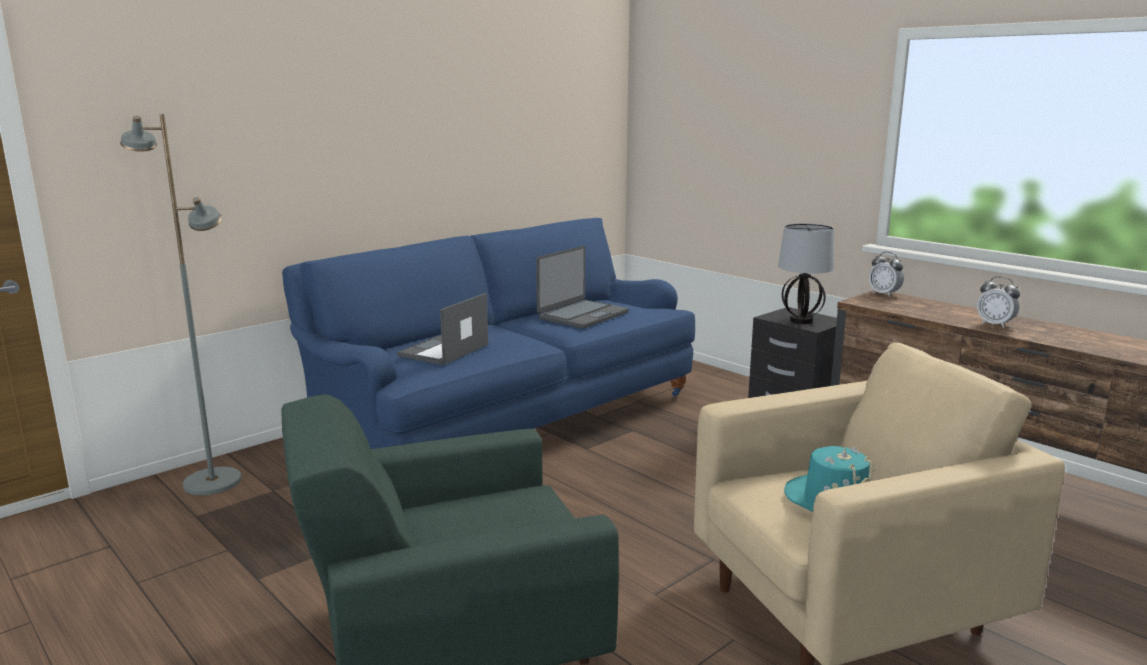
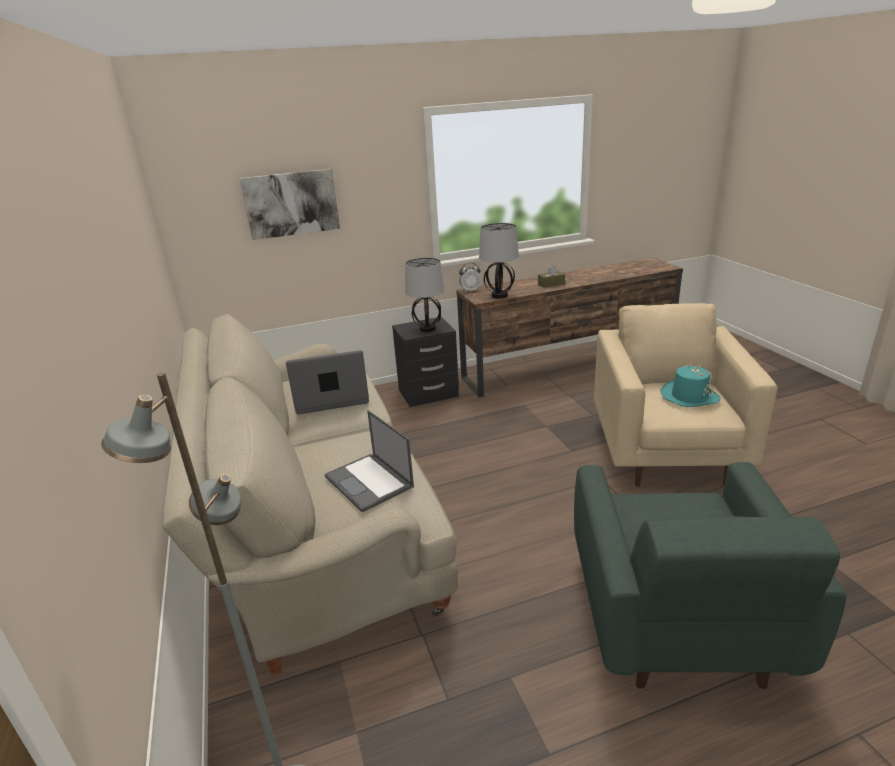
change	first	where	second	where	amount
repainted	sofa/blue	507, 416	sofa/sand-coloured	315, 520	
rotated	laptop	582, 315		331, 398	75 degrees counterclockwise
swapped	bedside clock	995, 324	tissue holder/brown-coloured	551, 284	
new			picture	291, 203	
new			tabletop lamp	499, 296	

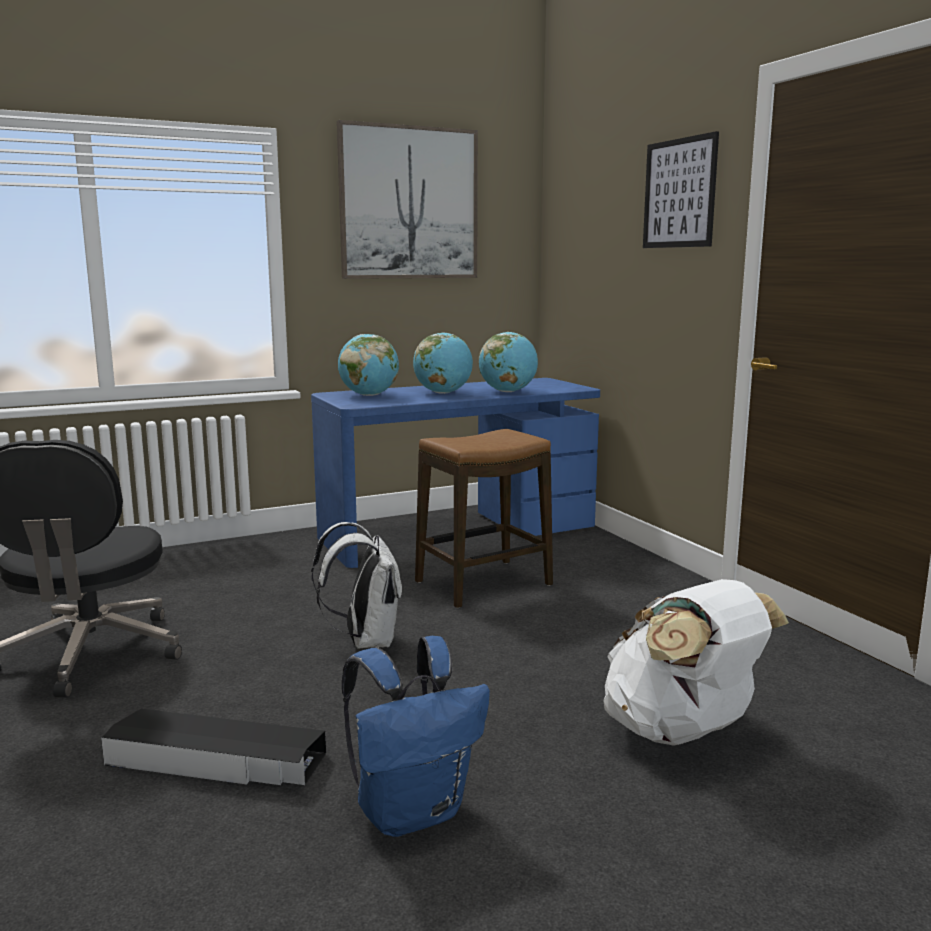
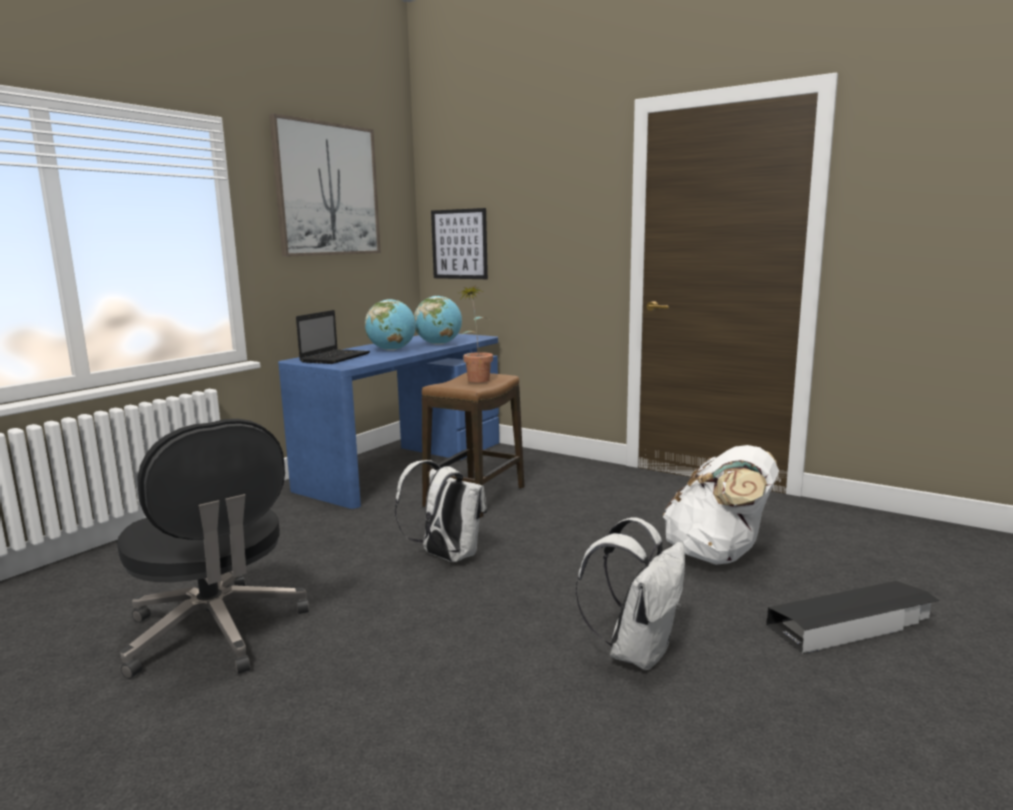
change	first	where	second	where	amount
shifted	storage bin/black-coloured	217, 760		852, 624	
swapped	desk globe	369, 395	laptop	335, 358	
repainted	rucksack/blue	413, 811	rucksack/white-coloured	637, 651	
shifted	picture	679, 193		459, 244	
new			houseplant	477, 378	

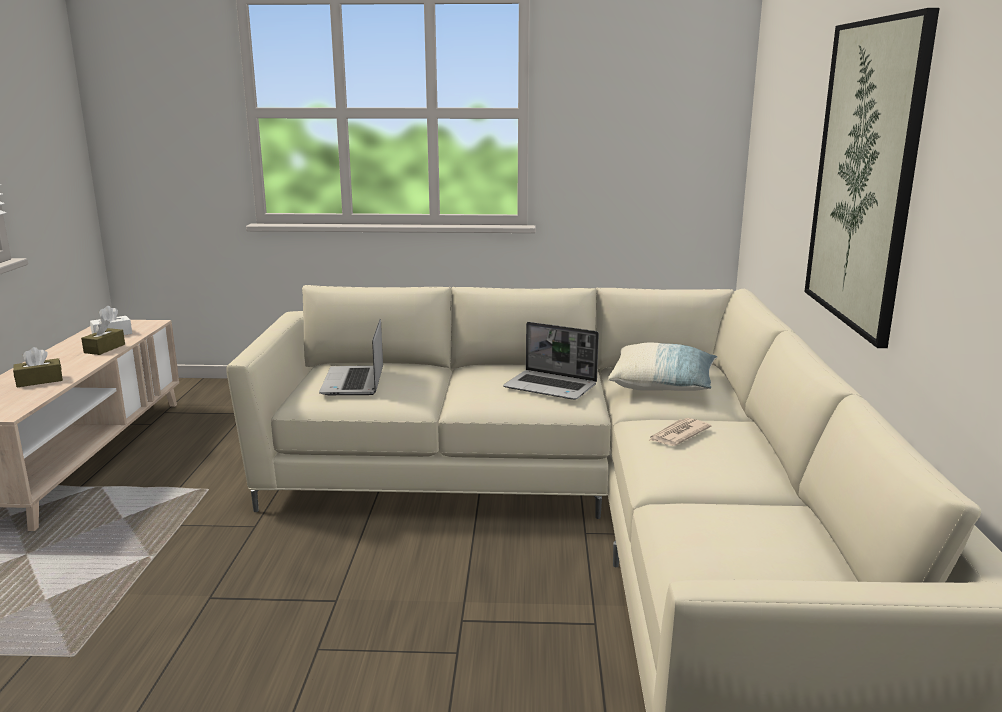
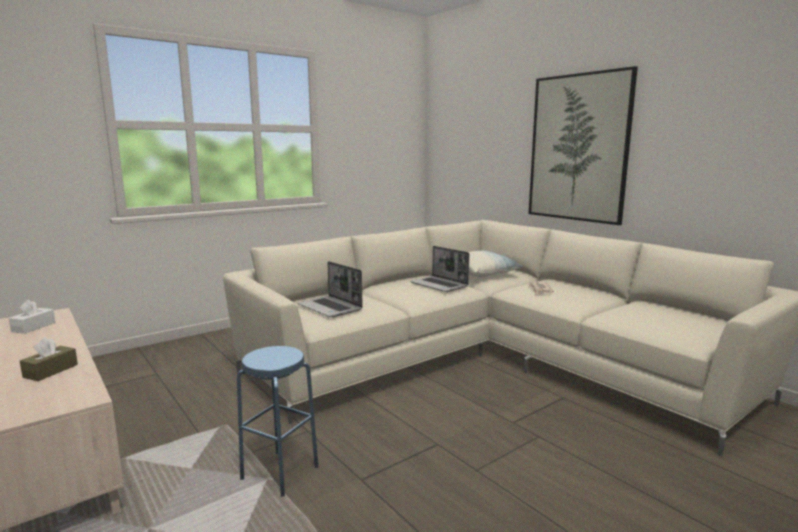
change	first	where	second	where	amount
gone	tissue holder/brown-coloured	104, 348			
rotated	laptop	551, 387		439, 285	60 degrees clockwise
new			stool seat/blue	280, 473	

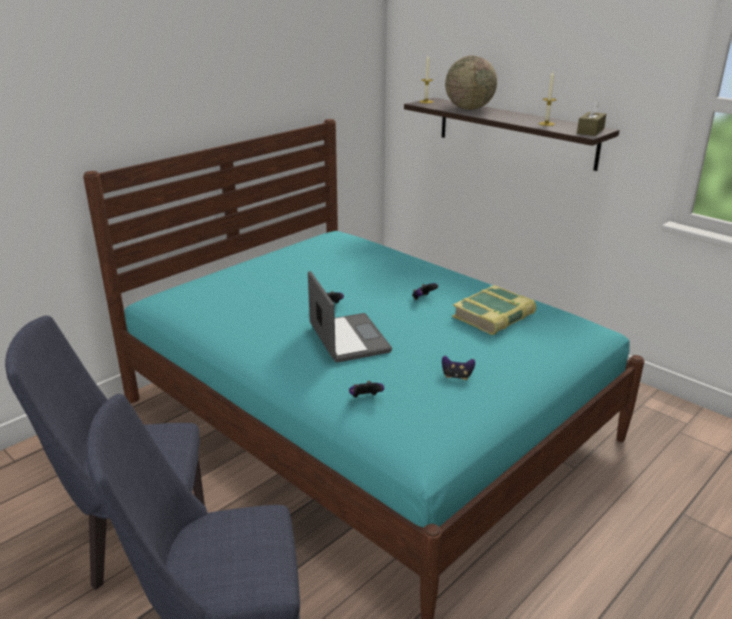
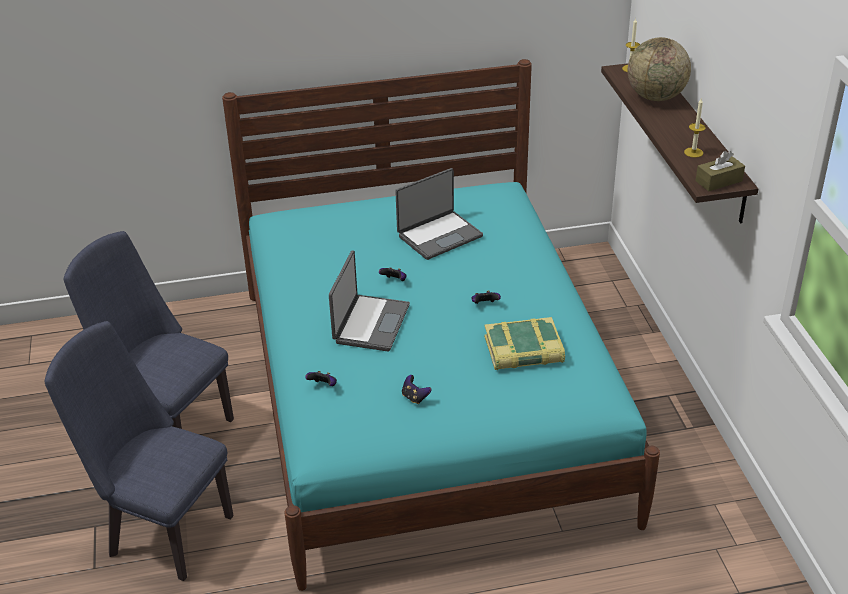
change	first	where	second	where	amount
new			laptop	439, 235	

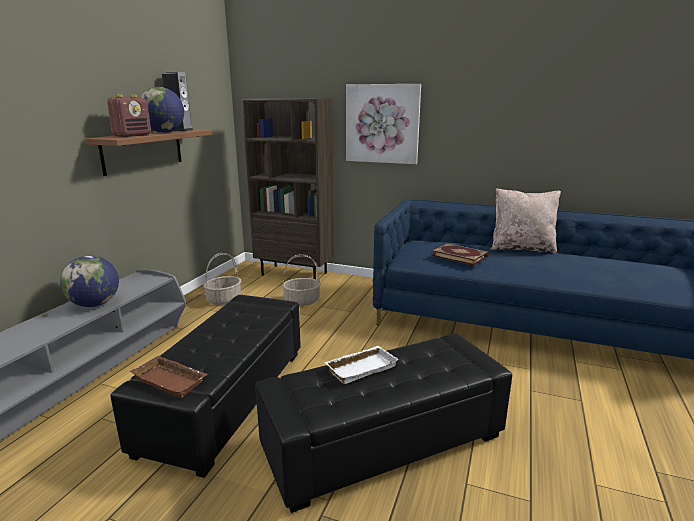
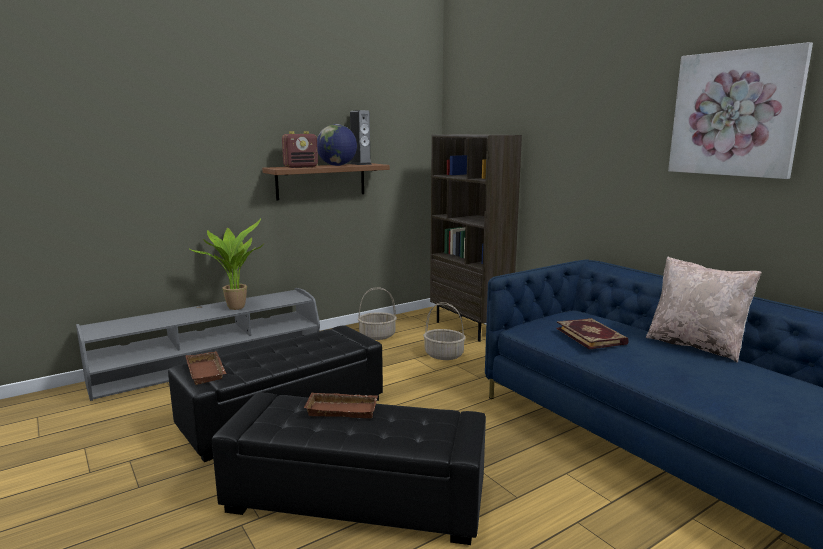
change	first	where	second	where	amount
swapped	desk globe	95, 304	houseplant	236, 307	
repainted	tray/white-coloured	361, 367	tray/brown-coloured	343, 409	
shifted	picture	382, 124		735, 114	

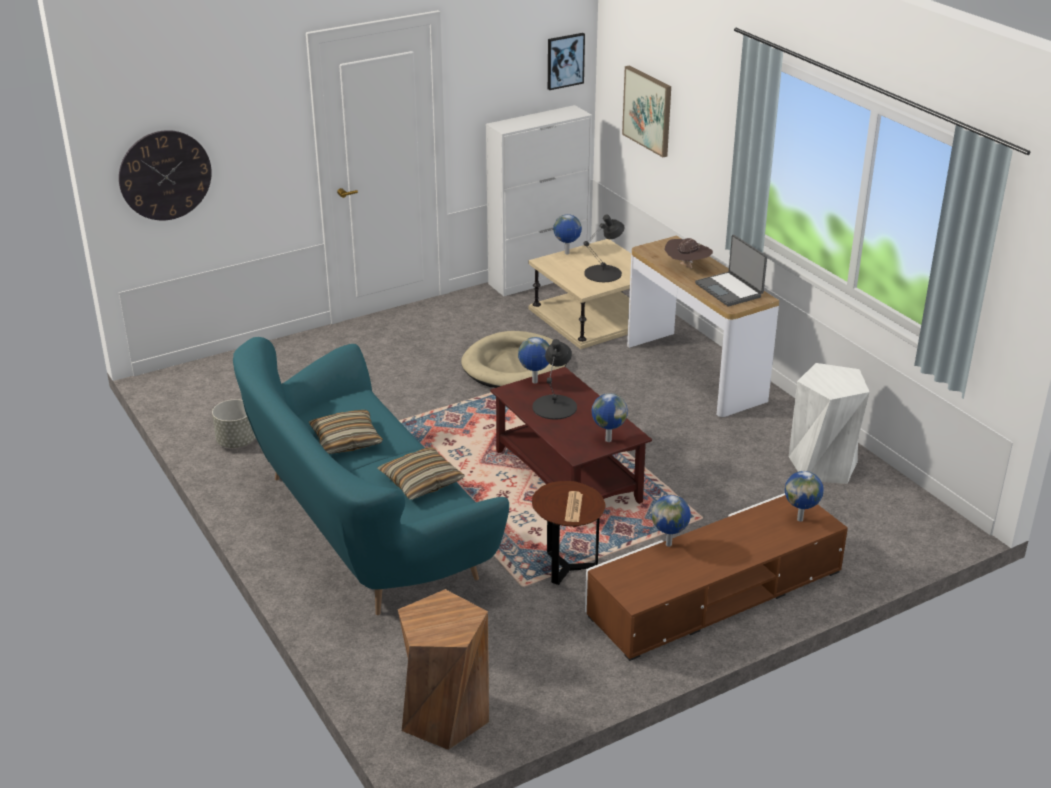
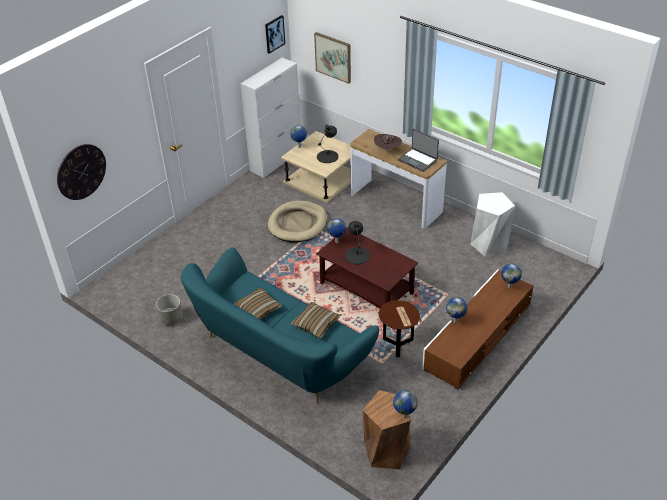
change	first	where	second	where	amount
shifted	desk globe	607, 440		404, 416	

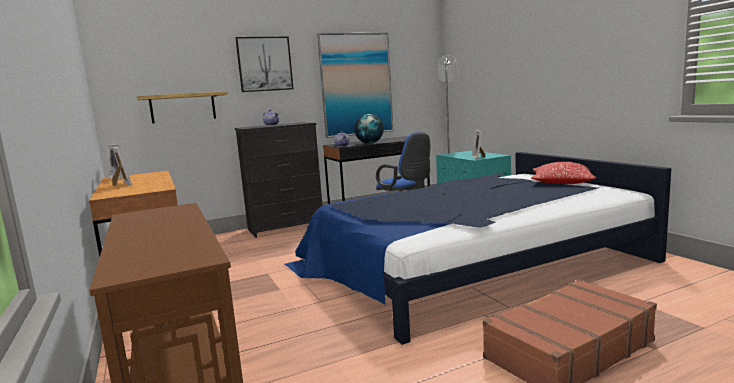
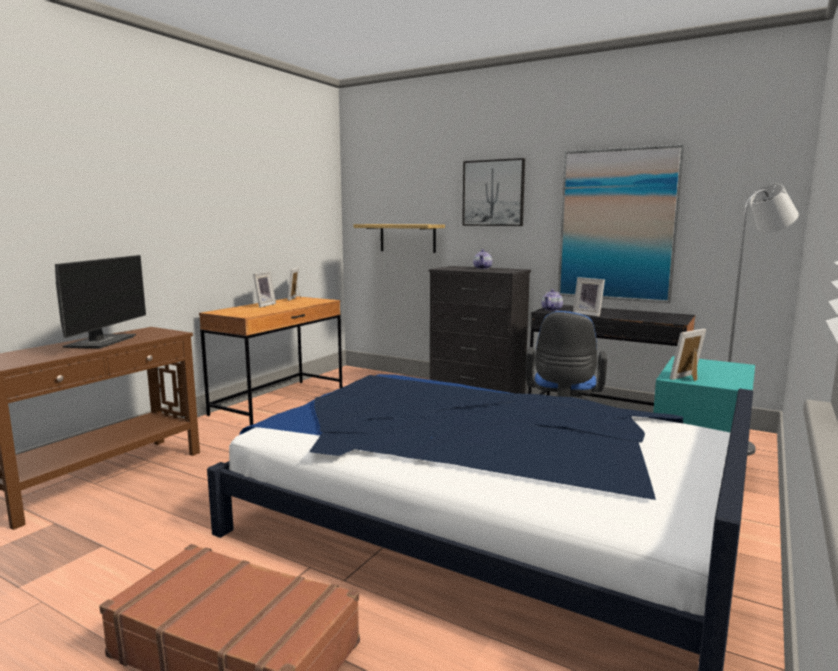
change	first	where	second	where	amount
swapped	desk globe	370, 143	photo frame	588, 314	
gone	pillow	562, 183			
new			computer display	101, 342	

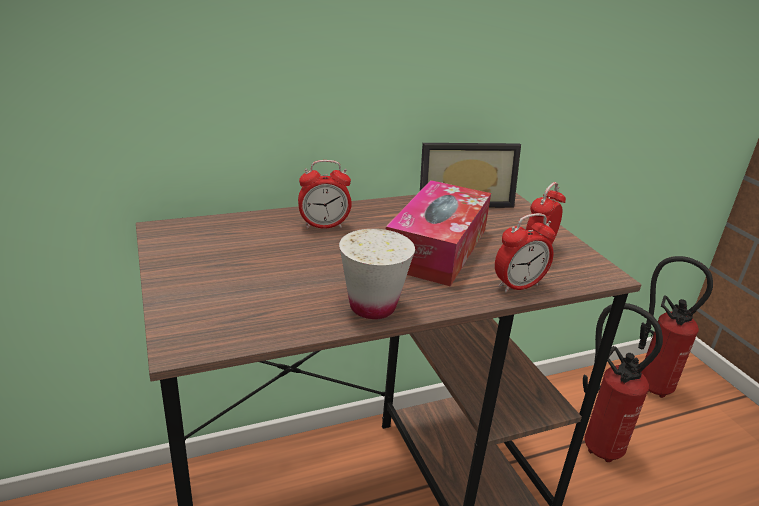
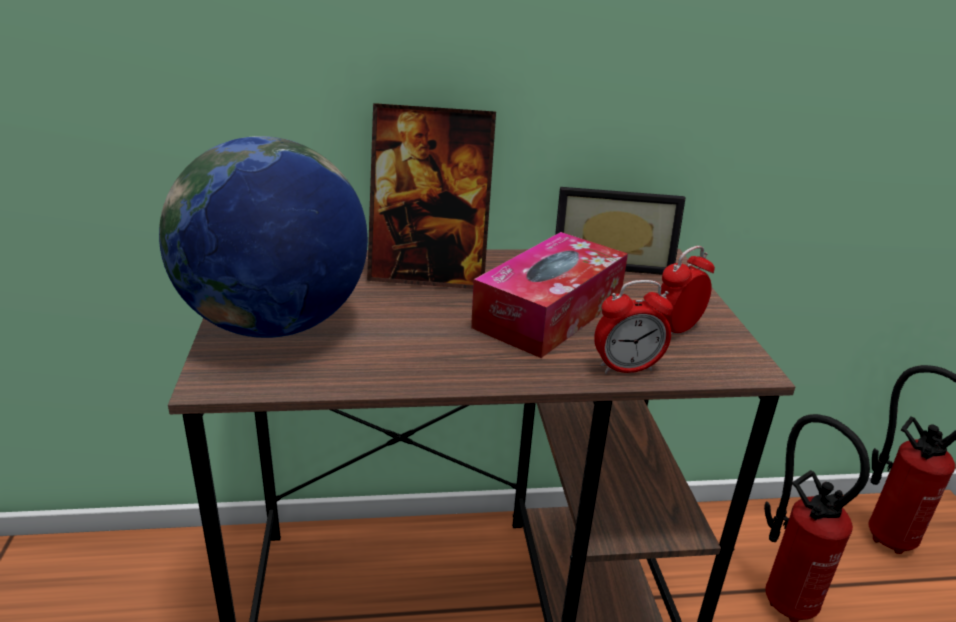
change	first	where	second	where	amount
swapped	bedside clock	324, 226	photo frame	428, 274	
gone	drinking cup/white-coloured	372, 306			
new			desk globe	275, 324	

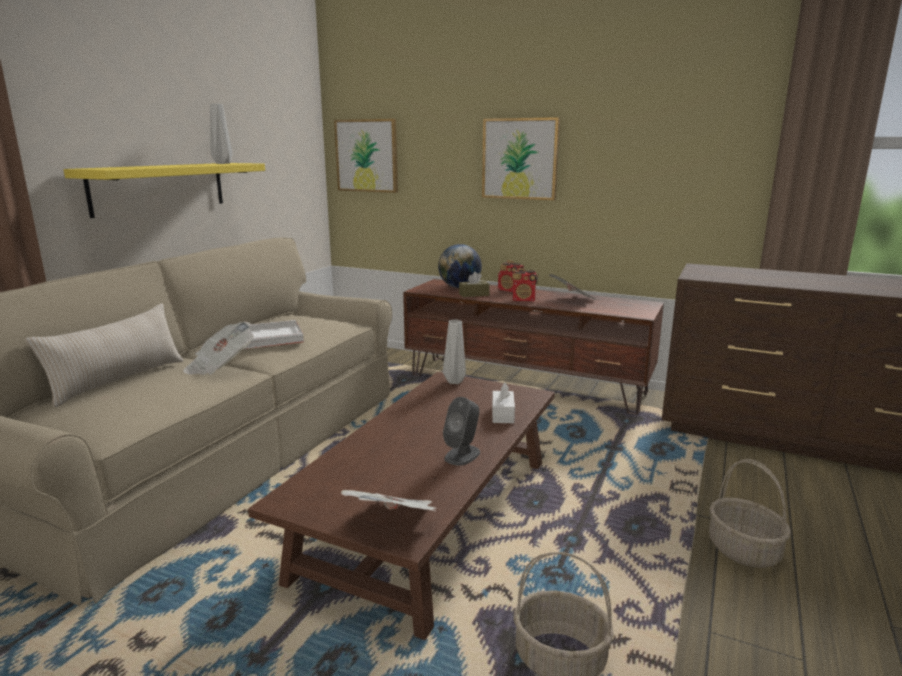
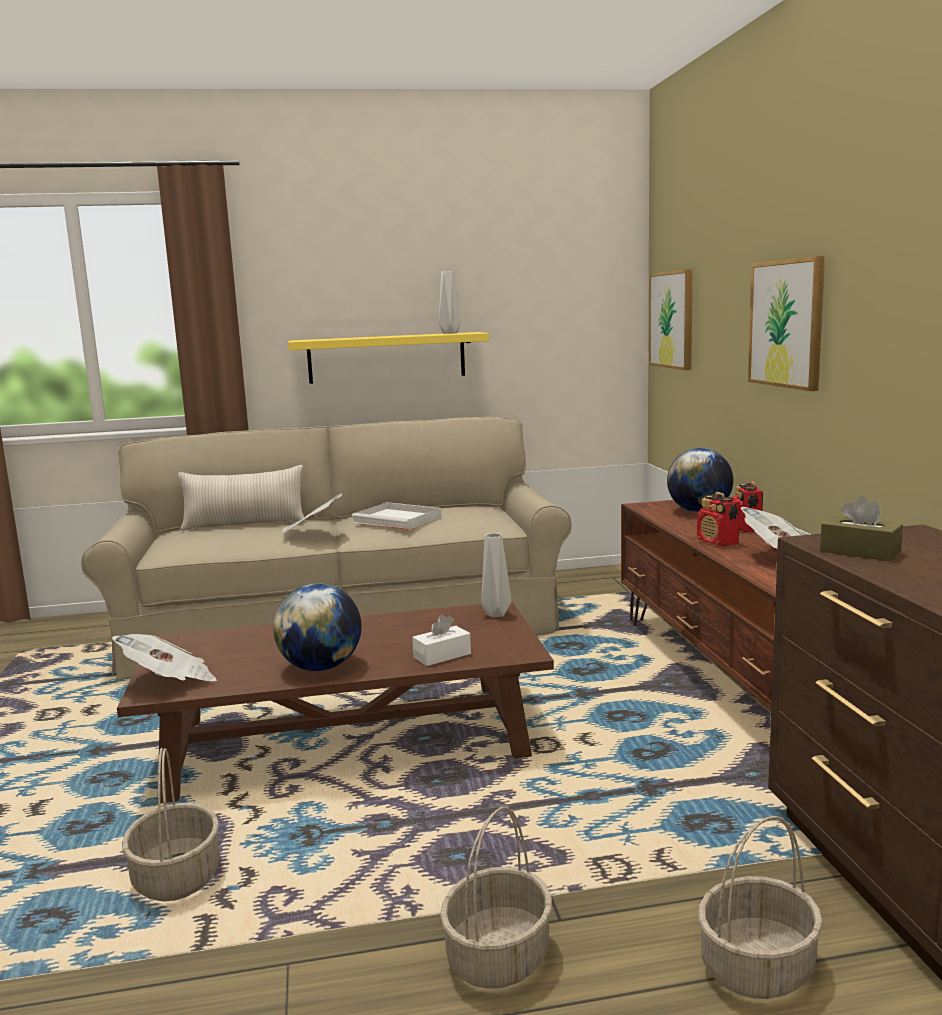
change	first	where	second	where	amount
swapped	loudspeaker/grey	462, 455	desk globe	321, 667	
shifted	tissue holder/brown-coloured	474, 294		860, 552	
new			basket	757, 969	

